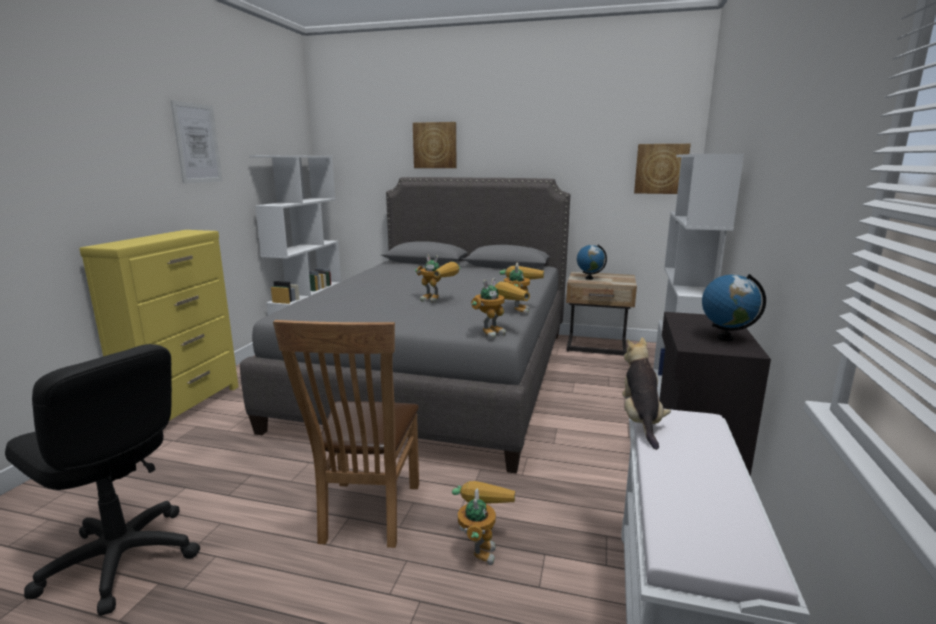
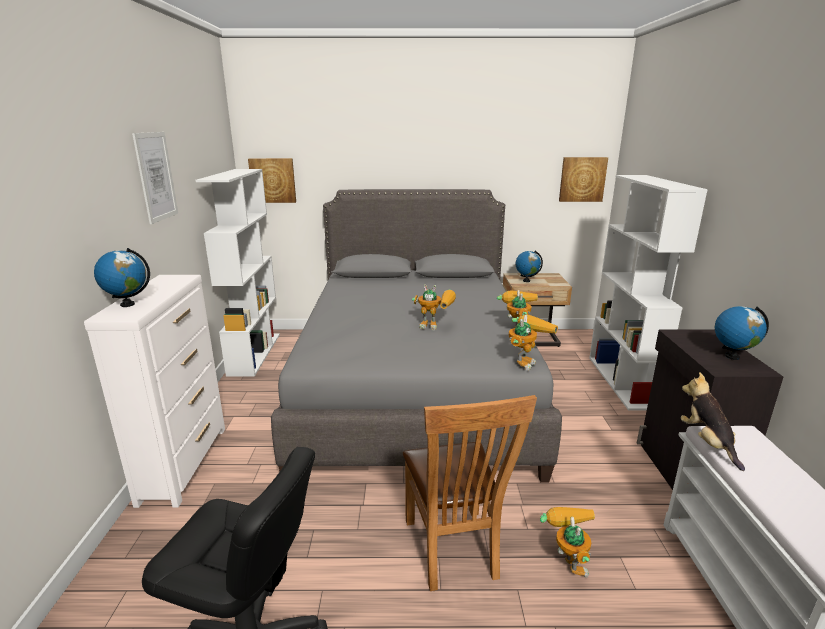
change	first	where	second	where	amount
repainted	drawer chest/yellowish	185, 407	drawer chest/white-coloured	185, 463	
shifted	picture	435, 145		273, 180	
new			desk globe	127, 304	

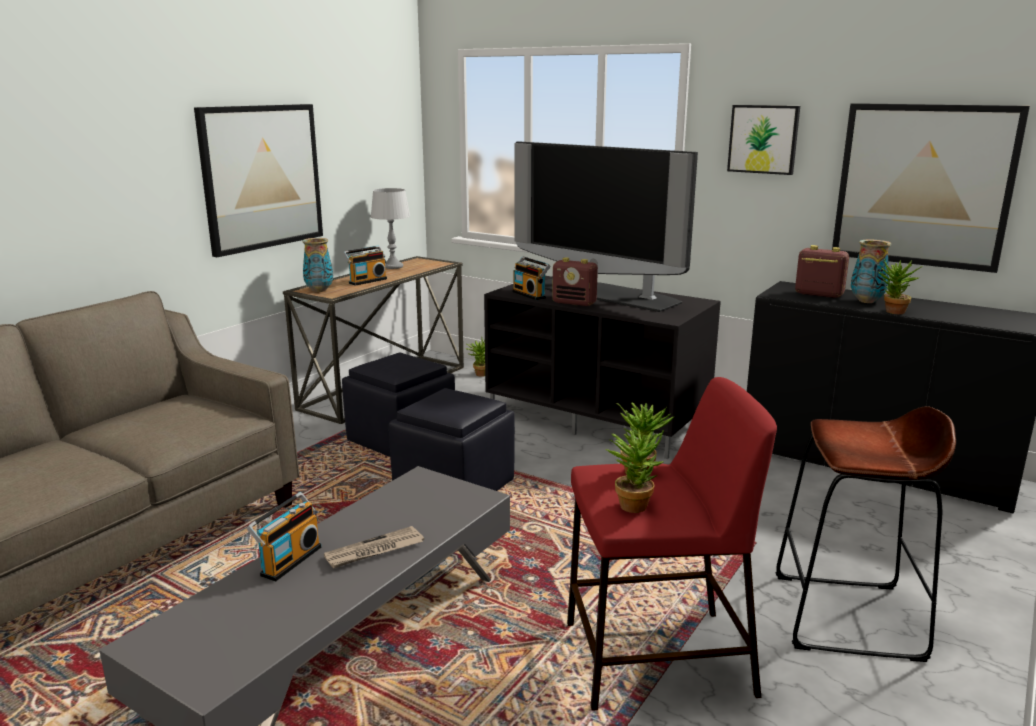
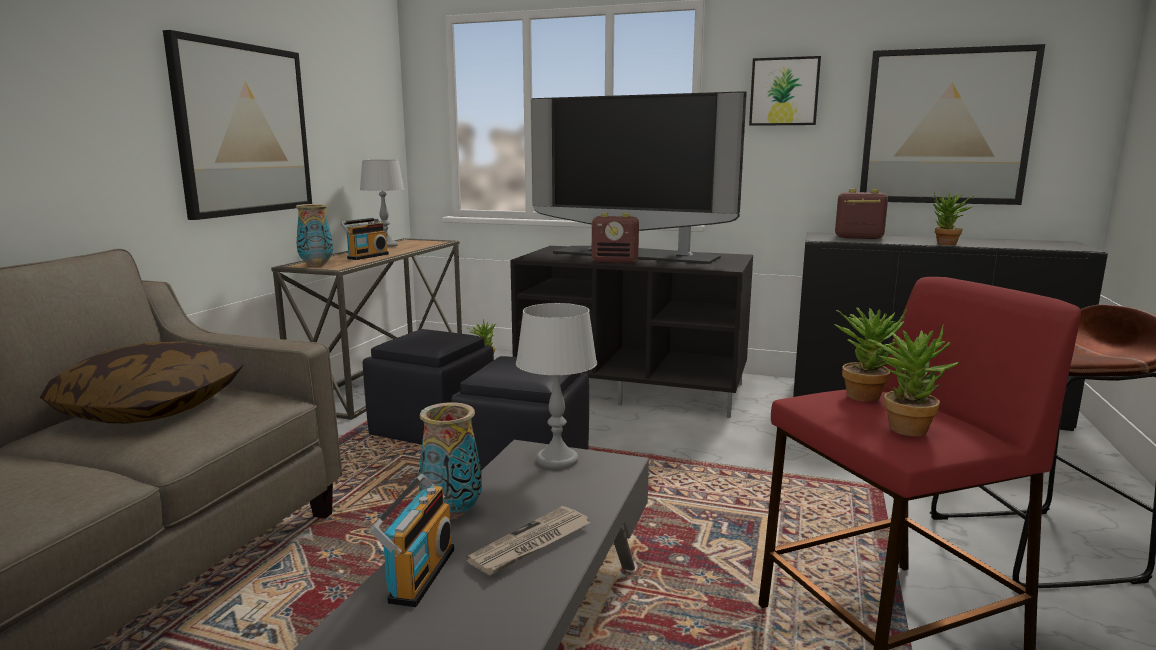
change	first	where	second	where	amount
gone	radio	530, 295			
shifted	flower vase	866, 301		452, 513	
new			pillow	152, 408	
new			tabletop lamp/grey	557, 460	

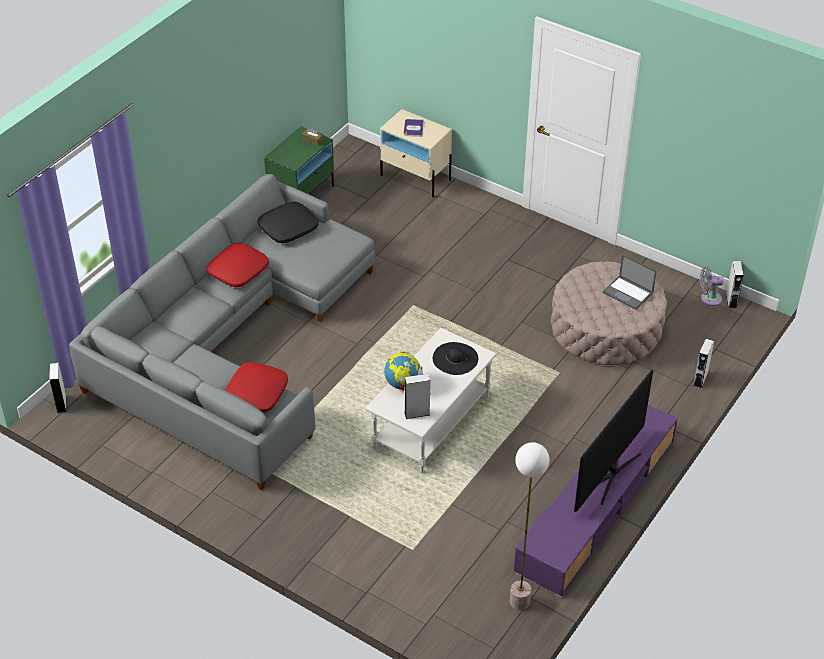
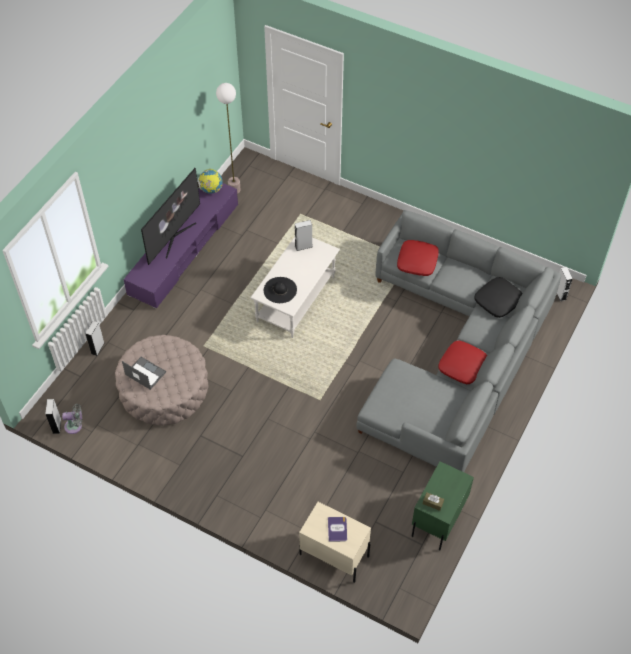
change	first	where	second	where	amount
shifted	pillow/black-coloured	288, 228		498, 301	
shifted	desk globe	403, 384		211, 190	

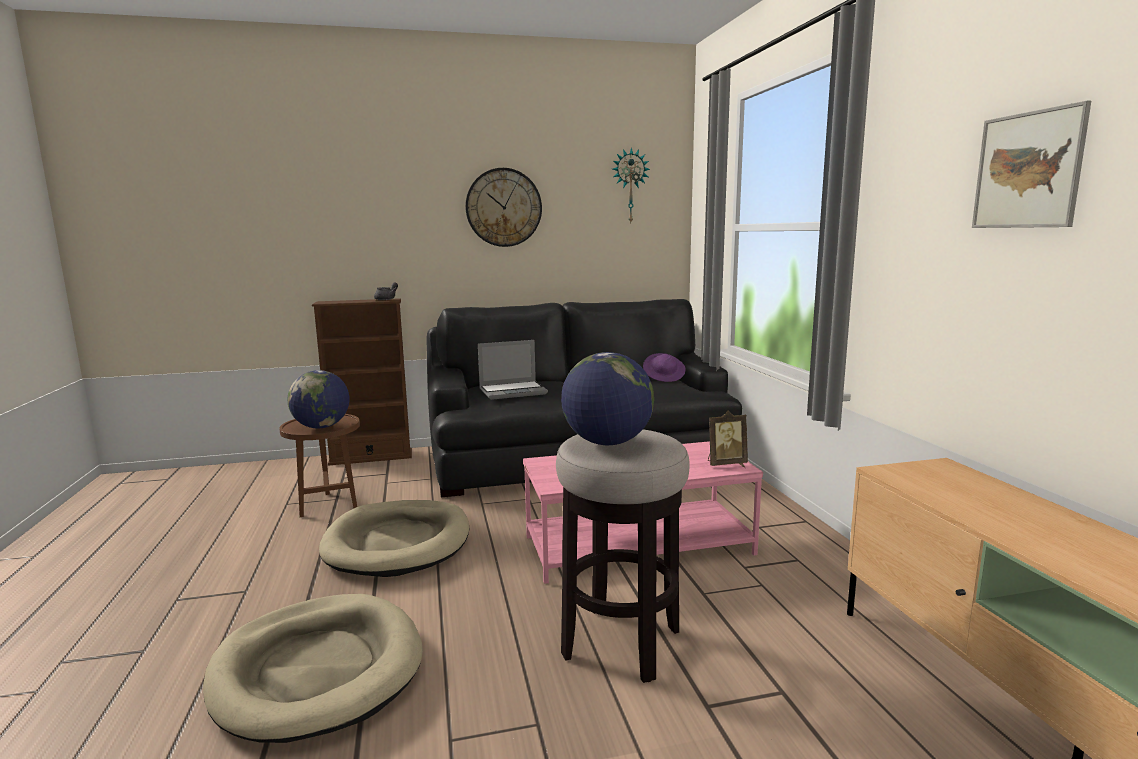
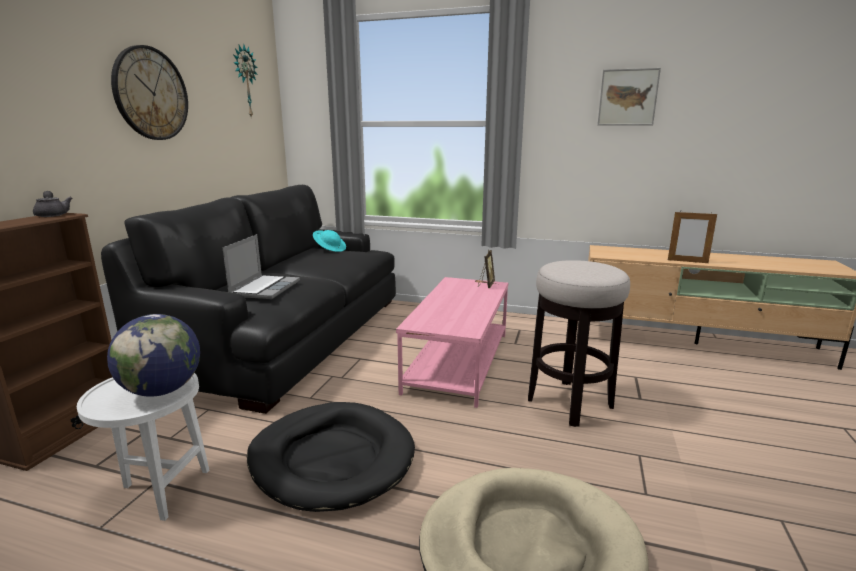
change	first	where	second	where	amount
repainted	end table/brown-coloured	328, 504	end table/white-coloured	160, 490	
repainted	dog bed/sand-coloured	398, 543	dog bed/black-coloured	332, 459	
gone	desk globe	607, 443			
repainted	hat/purple-coloured	664, 377	hat/blue-green	330, 249	
new			photo frame	687, 261	

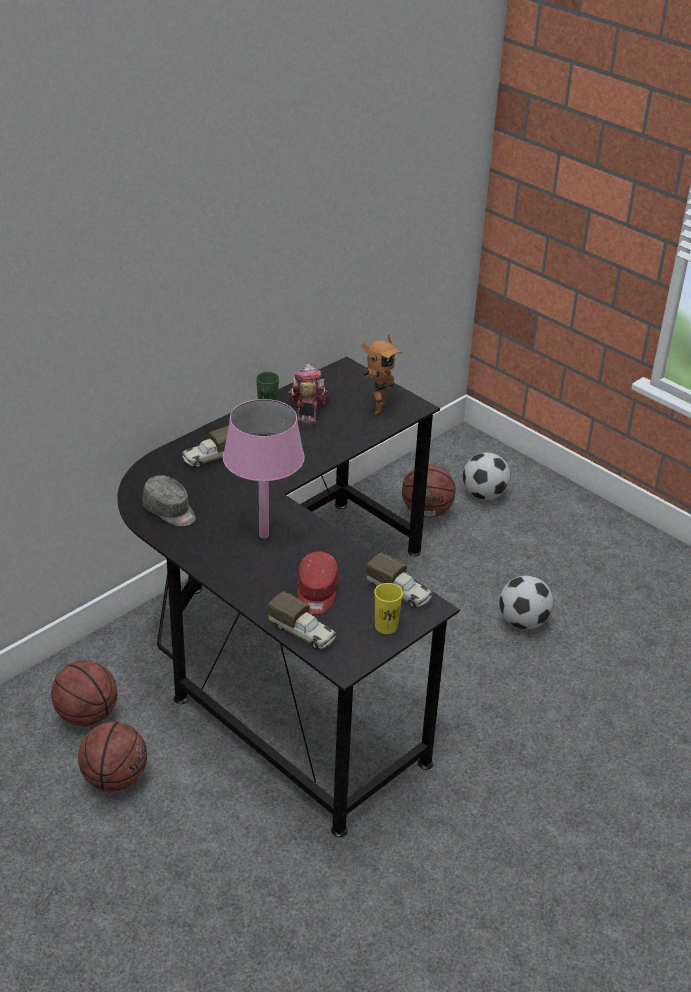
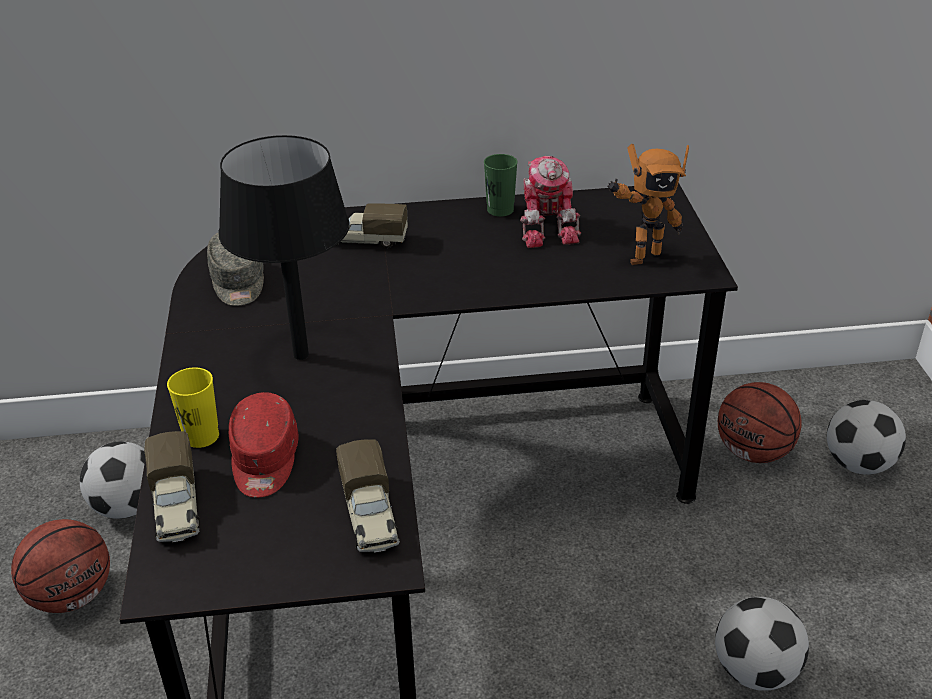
change	first	where	second	where	amount
swapped	basketball ball	86, 715	football	127, 507	
repainted	tabletop lamp/pink	263, 535	tabletop lamp/black-coloured	300, 355	
rotated	model robot	306, 409		548, 227	135 degrees clockwise
rotated	baseball cap/reddish	317, 593		264, 460	45 degrees counterclockwise
shifted	drinking cup/yellowish	386, 626		201, 436	

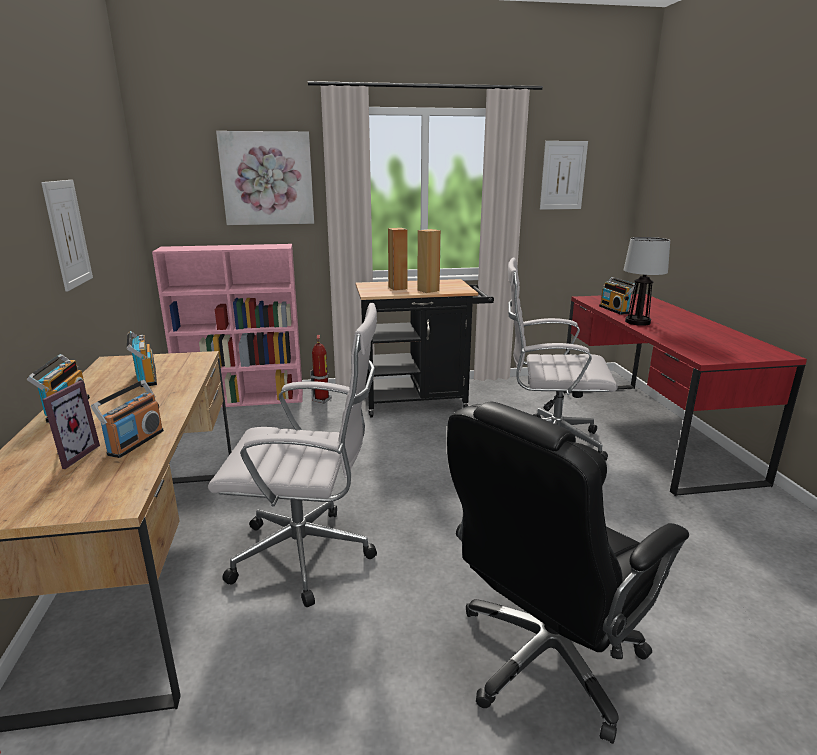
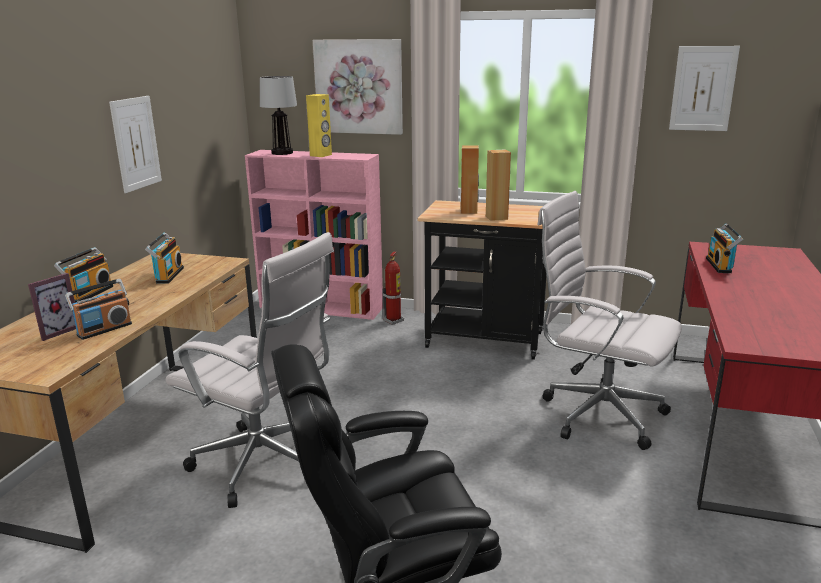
change	first	where	second	where	amount
shifted	tabletop lamp	637, 322		282, 153	
new			loudspeaker/yellowish	321, 155	

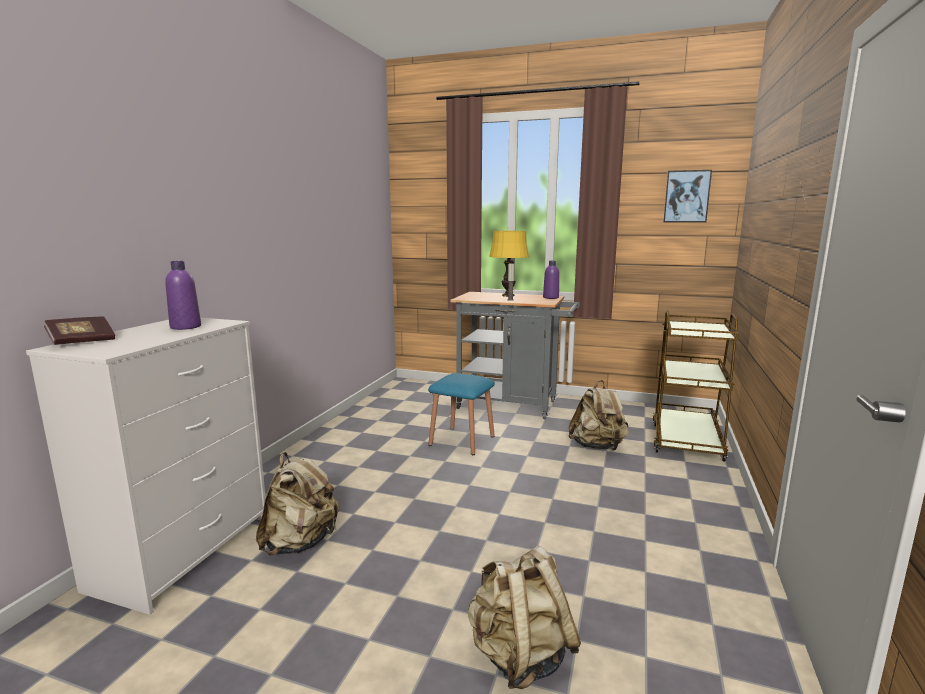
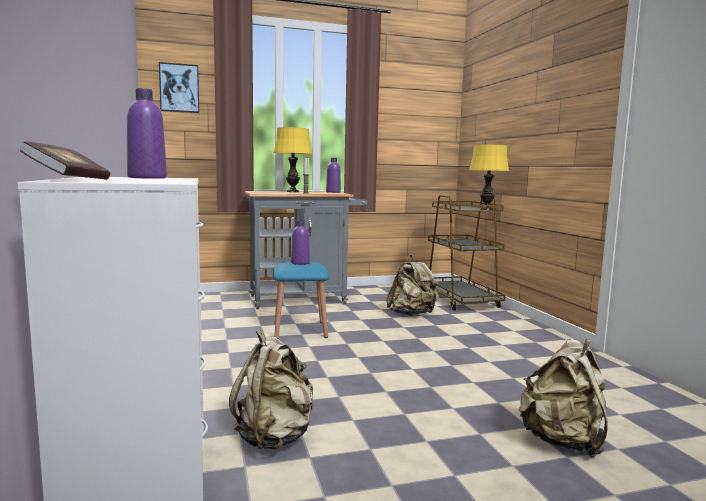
change	first	where	second	where	amount
shifted	picture	686, 196		179, 88	
new			beverage bottle/purple-coloured	300, 263	
new			tabletop lamp/yellowish	486, 209	

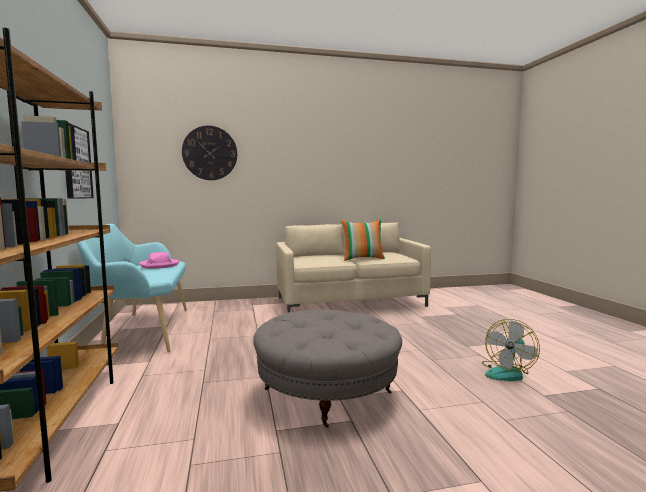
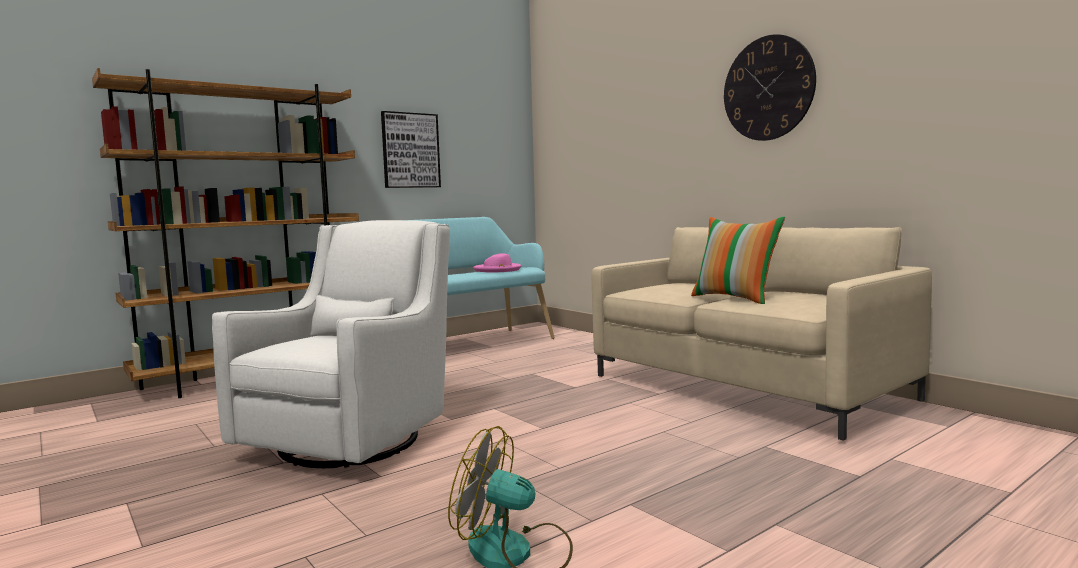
change	first	where	second	where	amount
shifted	wall clock	210, 153		768, 88	
swapped	pouffe/grey	327, 392	easy chair/white-coloured	354, 439	

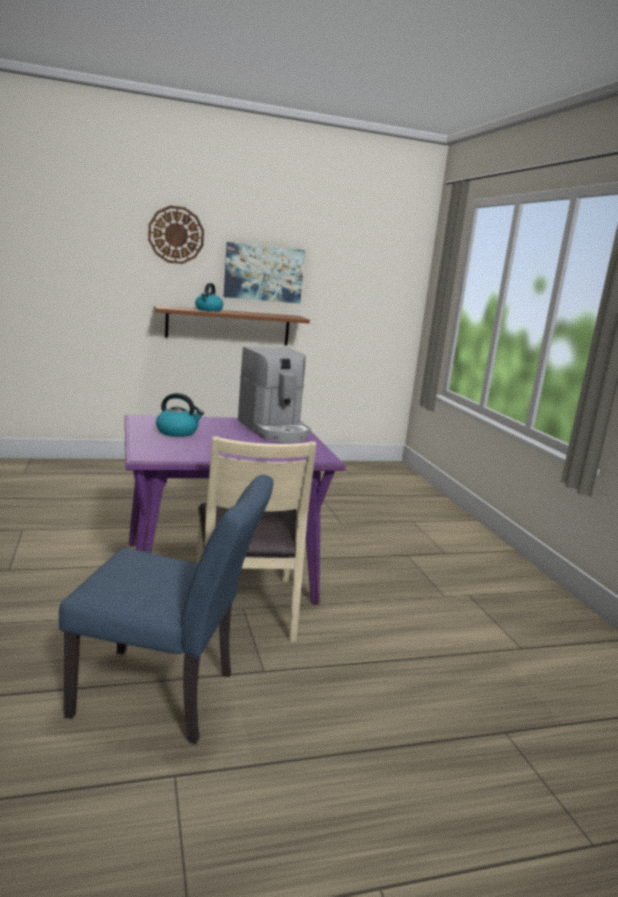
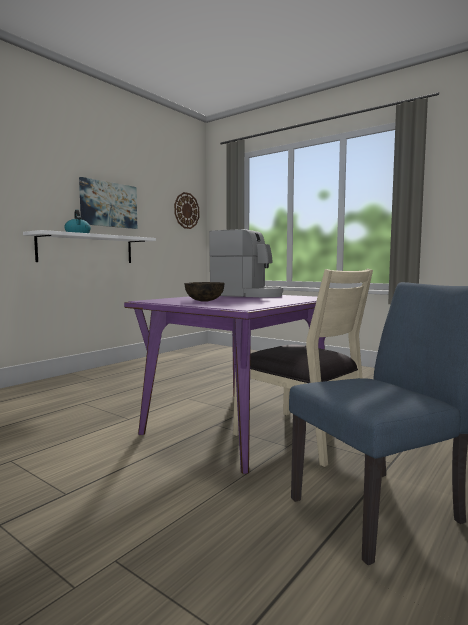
change	first	where	second	where	amount
shifted	wall clock	176, 235		186, 210	
repainted	bracket shelf/brown-coloured	228, 326	bracket shelf/white-coloured	87, 249	
swapped	kettle	178, 432	serving bowl/brown-coloured	204, 301	

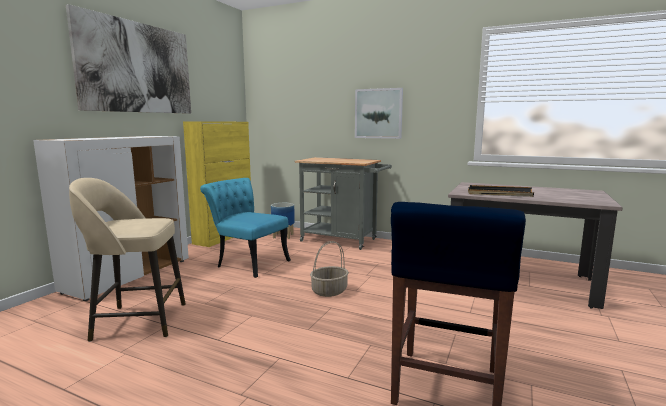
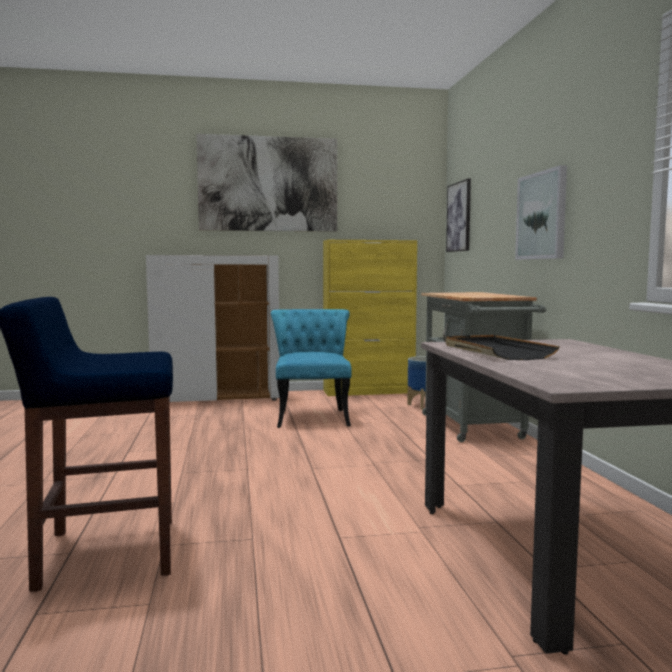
change	first	where	second	where	amount
gone	stool seat/sand-coloured	137, 321			
gone	basket	329, 291			
new			picture	459, 217	

